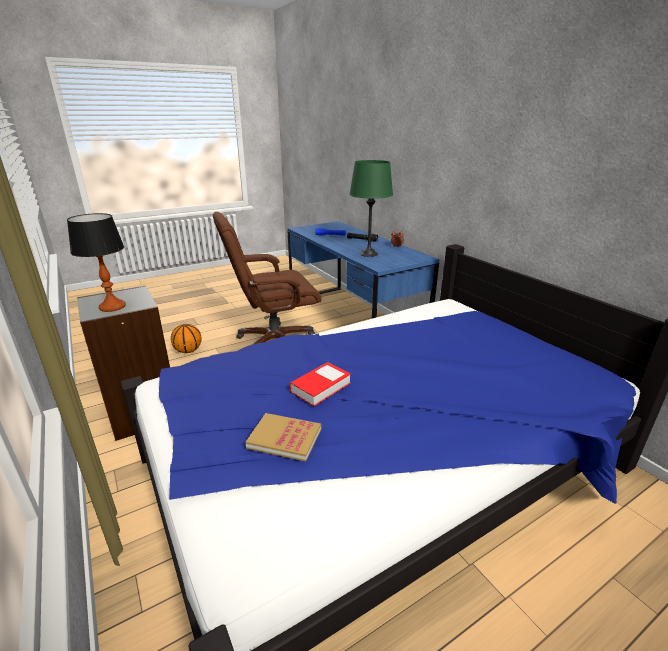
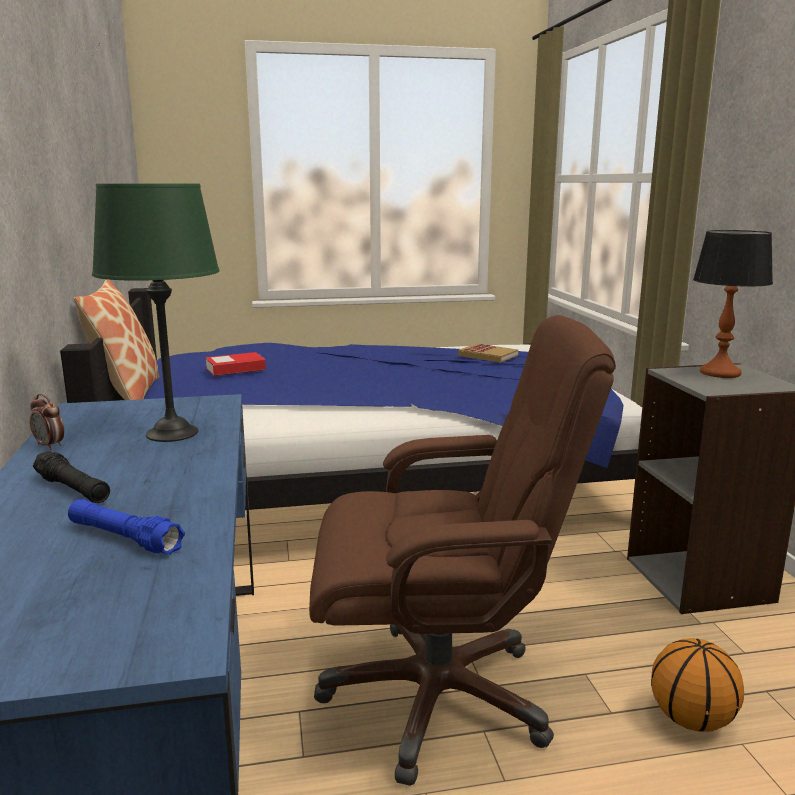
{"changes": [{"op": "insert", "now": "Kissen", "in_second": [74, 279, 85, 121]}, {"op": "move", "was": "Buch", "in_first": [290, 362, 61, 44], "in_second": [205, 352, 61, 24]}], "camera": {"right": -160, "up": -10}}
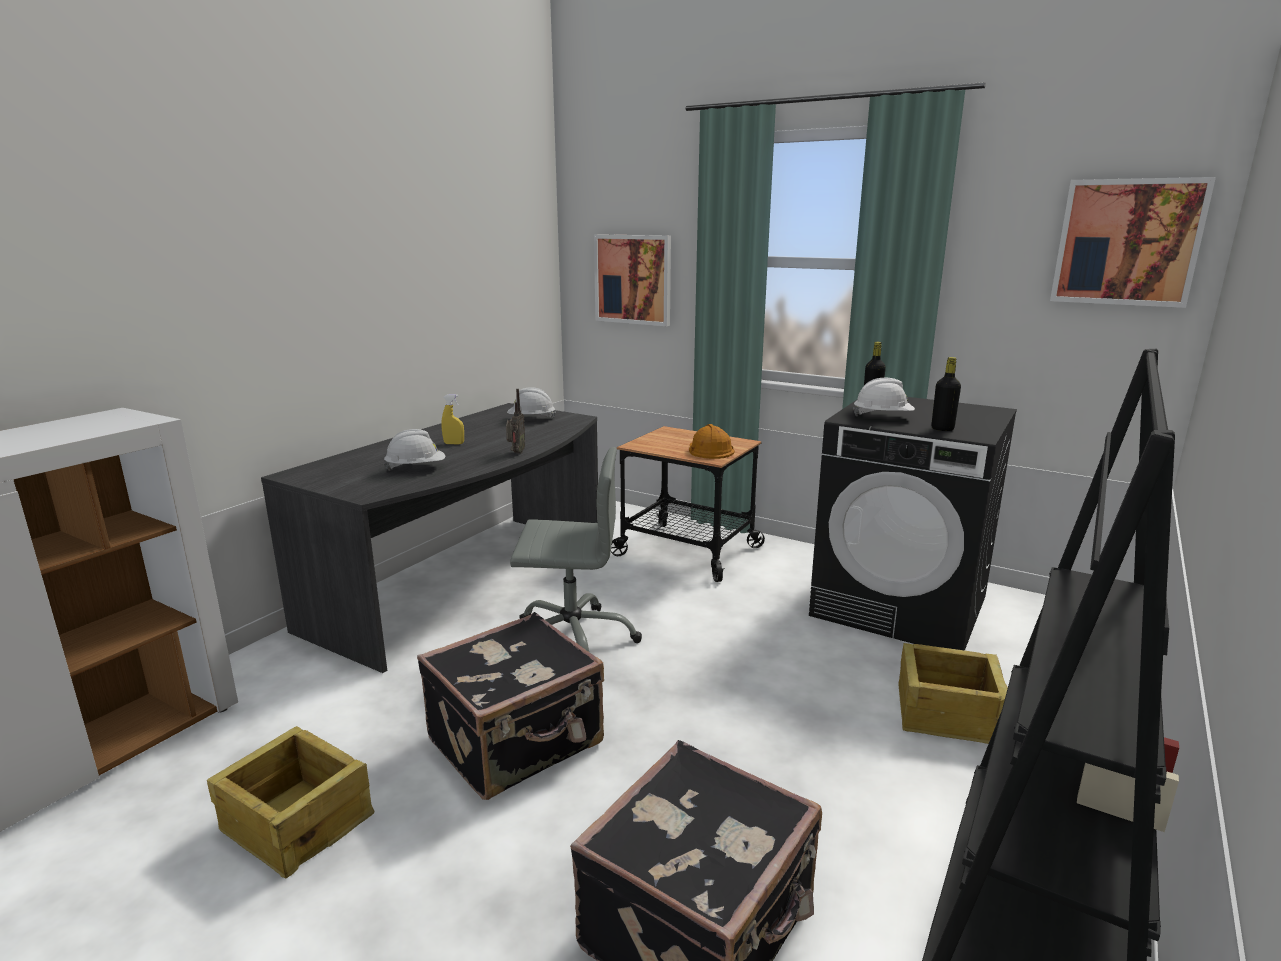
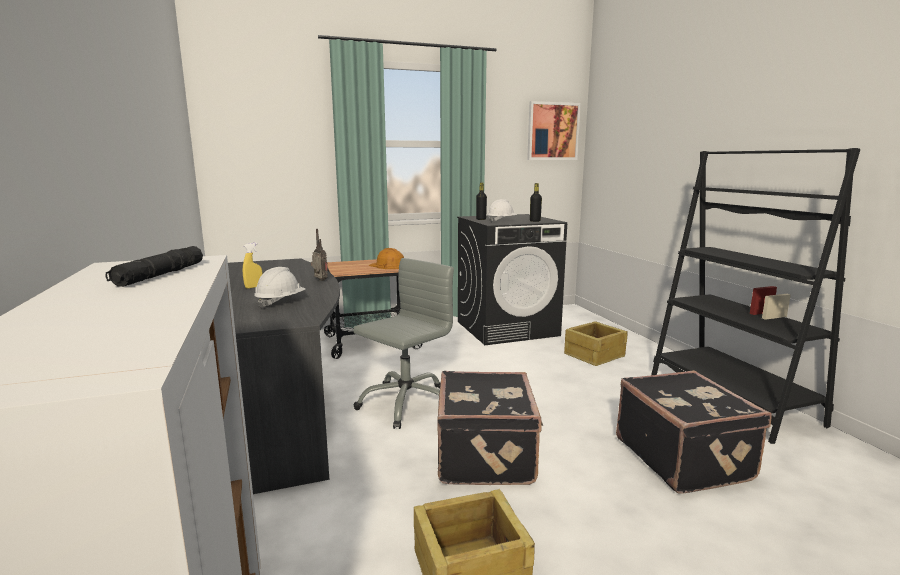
{"changes": [{"op": "insert", "now": "Taschenlampe [schwarz]", "in_second": [105, 246, 98, 41]}, {"op": "delete", "was": "Schutzhelm [weiß]", "in_first": [507, 387, 49, 32]}, {"op": "delete", "was": "Bild", "in_first": [594, 234, 77, 92]}], "camera": {"right": -50, "up": -5}}
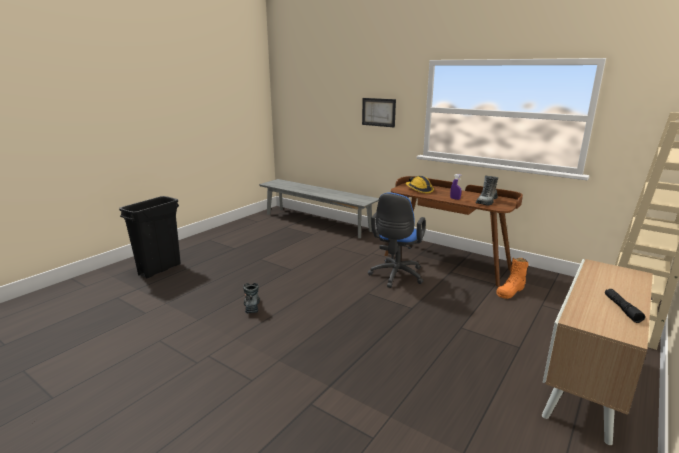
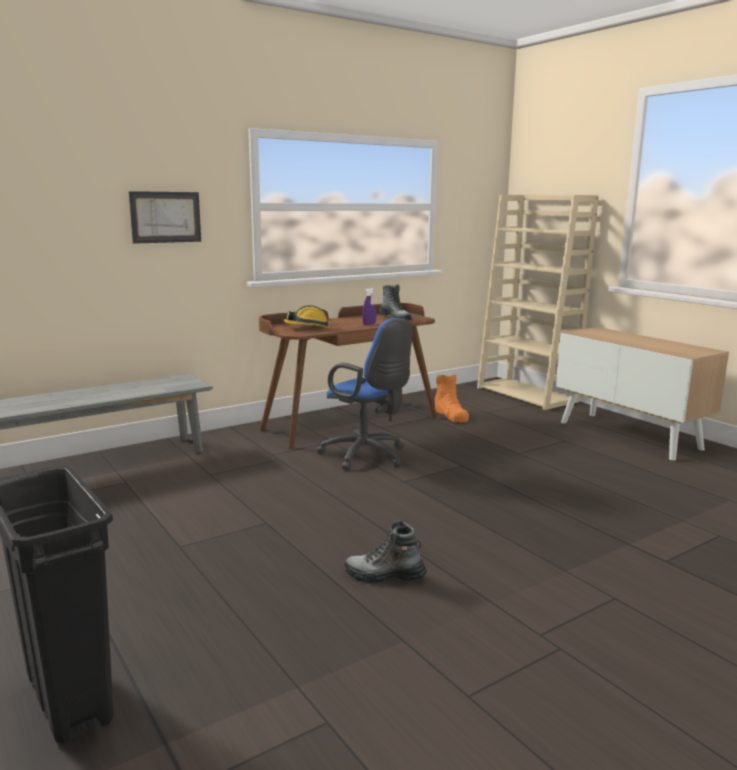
{"changes": [{"op": "delete", "was": "Taschenlampe [schwarz]", "in_first": [605, 289, 40, 34]}], "camera": {"right": -70, "up": -5}}
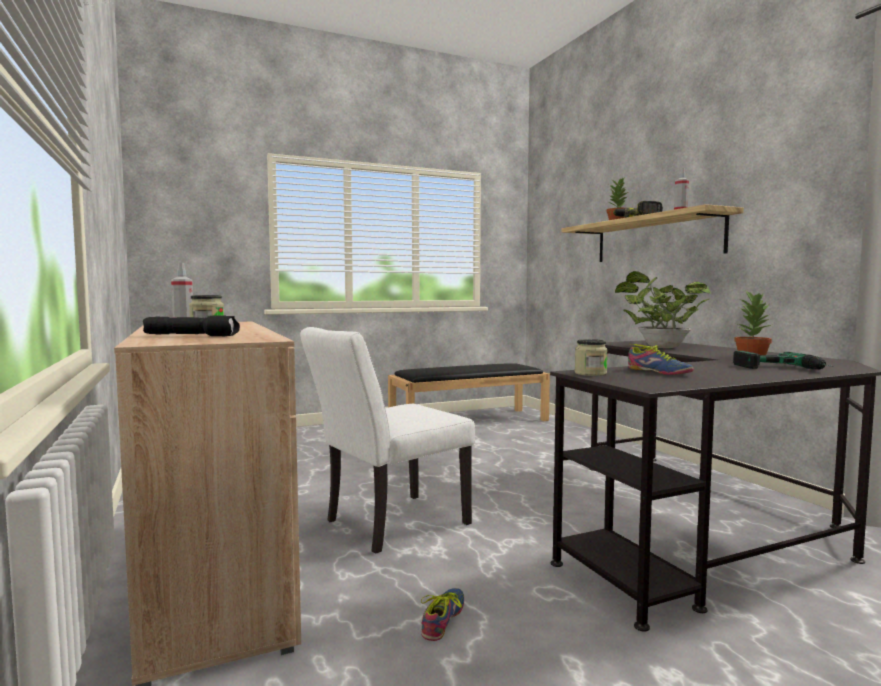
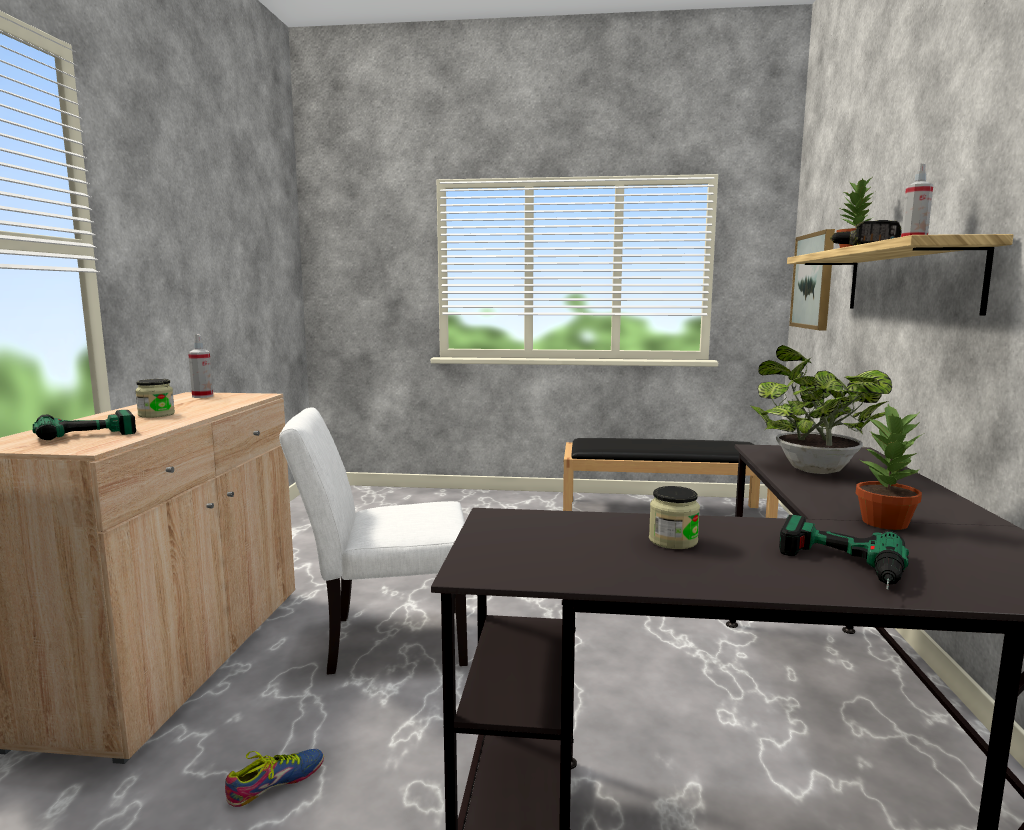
{"changes": [{"op": "replace", "was": "Taschenlampe [schwarz]", "now": "Bohrmaschine", "in_first": [143, 315, 97, 21], "in_second": [33, 410, 103, 30]}, {"op": "move", "was": "Vorratsglas", "in_first": [575, 339, 33, 37], "in_second": [649, 486, 51, 63]}, {"op": "insert", "now": "Bild", "in_second": [789, 229, 46, 101]}, {"op": "delete", "was": "Schuh", "in_first": [628, 344, 66, 31]}], "camera": {"right": 30, "up": 5}}
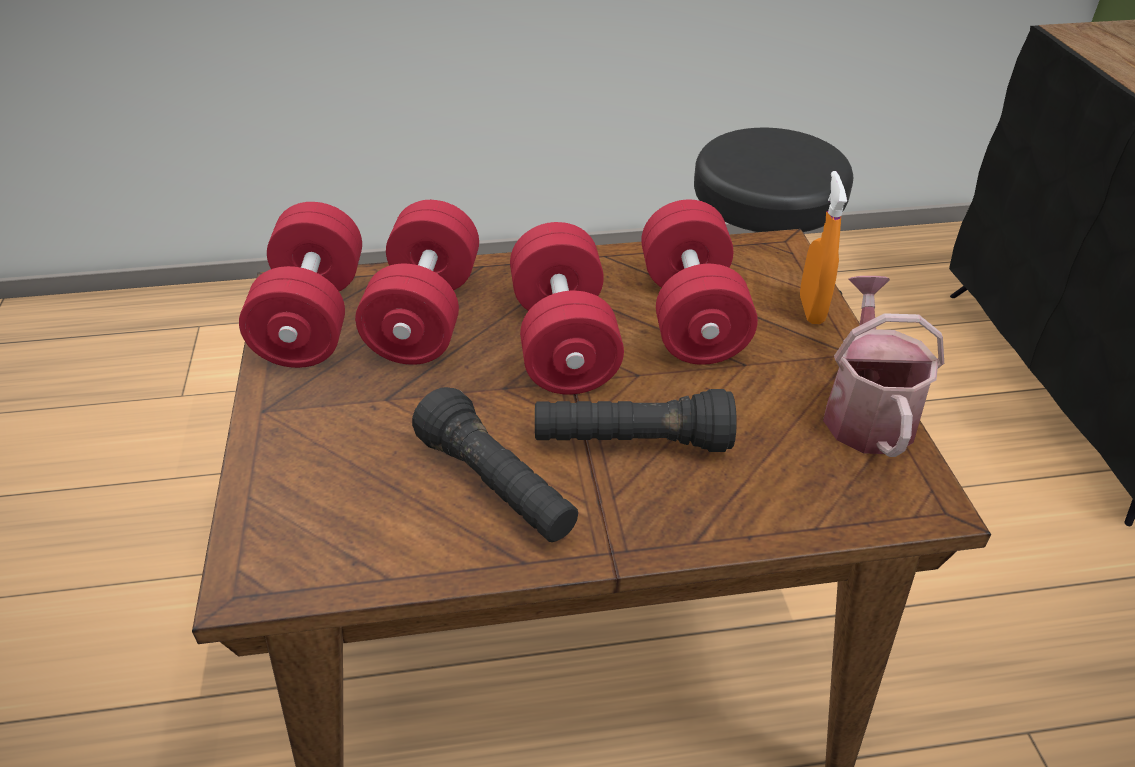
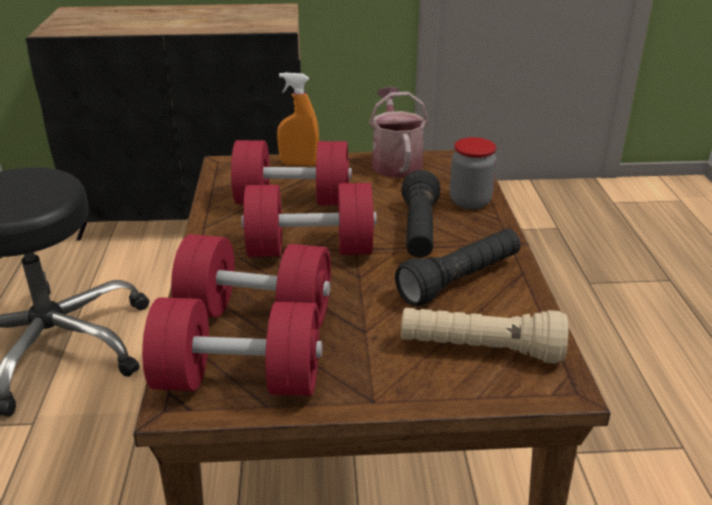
{"changes": [{"op": "rotate", "was": "Gießkanne", "in_first": [823, 276, 121, 181], "in_second": [369, 87, 59, 91], "clockwise": 75}, {"op": "insert", "now": "Taschenlampe [beige]", "in_second": [401, 308, 167, 56]}, {"op": "insert", "now": "Vorratsglas", "in_second": [450, 137, 47, 72]}], "camera": {"right": -85, "up": -10}}
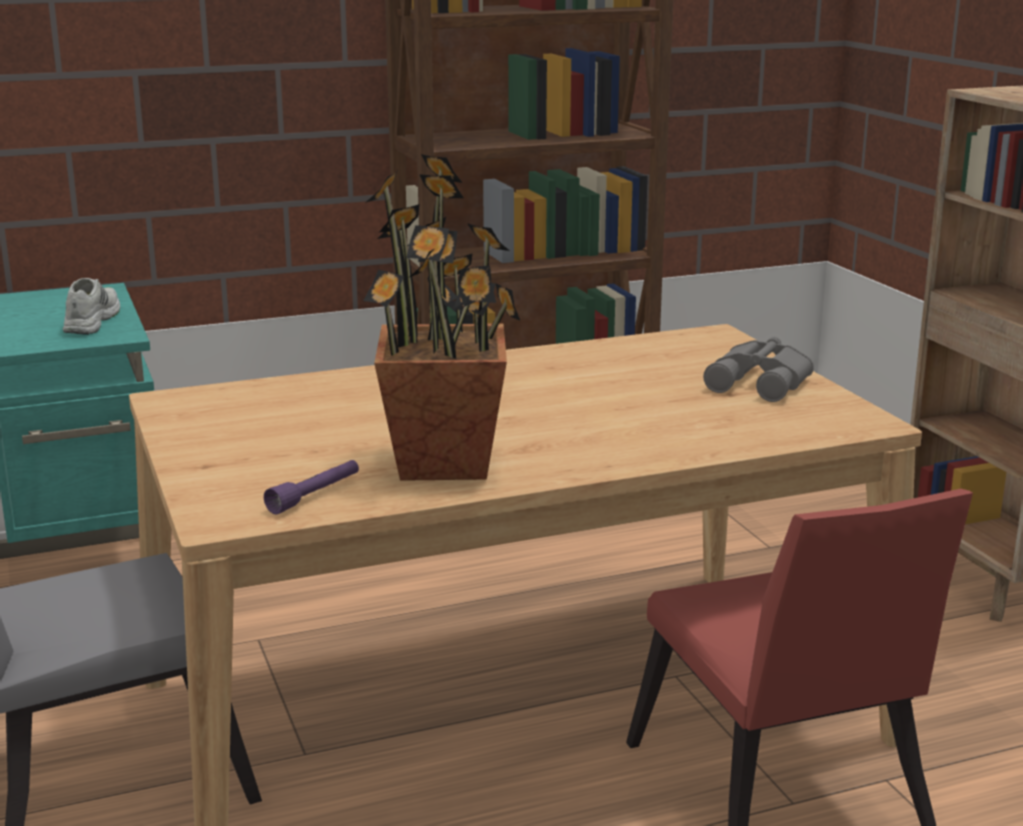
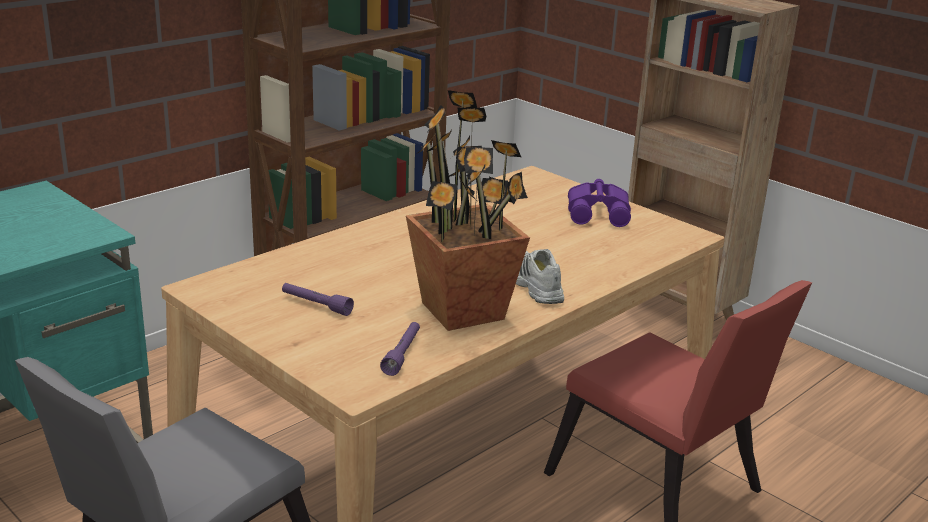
{"changes": [{"op": "insert", "now": "Taschenlampe [lila]", "in_second": [282, 283, 72, 33]}, {"op": "move", "was": "Schuh [weiß]", "in_first": [63, 278, 57, 57], "in_second": [516, 249, 48, 55]}, {"op": "recolor", "was": "Fernglas [grau]", "now": "Fernglas [lila]", "in_first": [703, 337, 111, 65], "in_second": [568, 179, 63, 48]}], "camera": {"right": -25, "up": 5}}
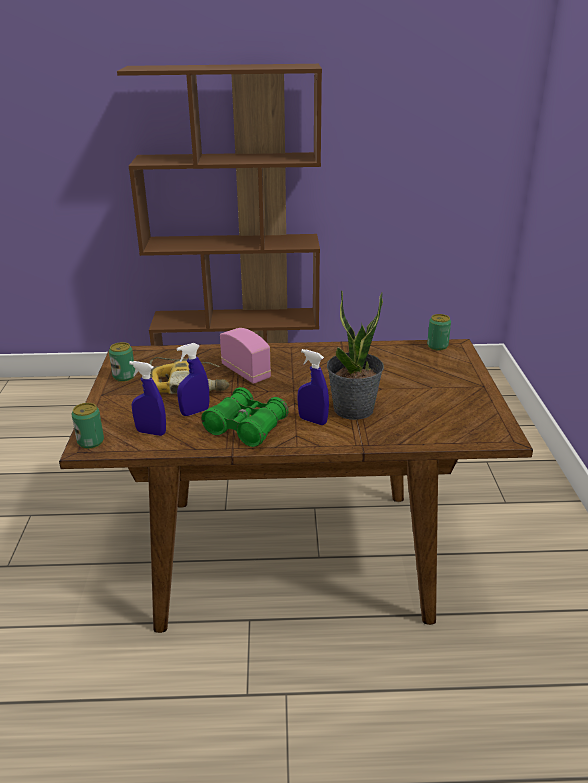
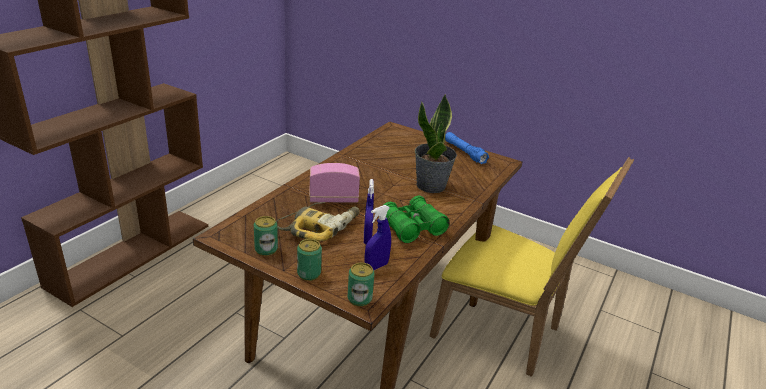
{"changes": [{"op": "move", "was": "Dose", "in_first": [427, 314, 24, 37], "in_second": [297, 239, 25, 42]}, {"op": "insert", "now": "Stuhl [gelb]", "in_second": [430, 157, 204, 220]}, {"op": "insert", "now": "Taschenlampe [blau]", "in_second": [445, 132, 44, 32]}, {"op": "delete", "was": "Sprühflasche [blau]", "in_first": [298, 349, 31, 76]}], "camera": {"right": -60, "up": 0}}
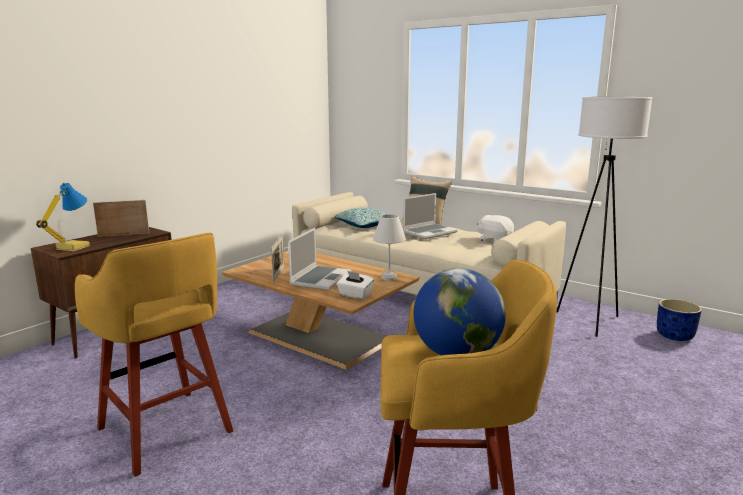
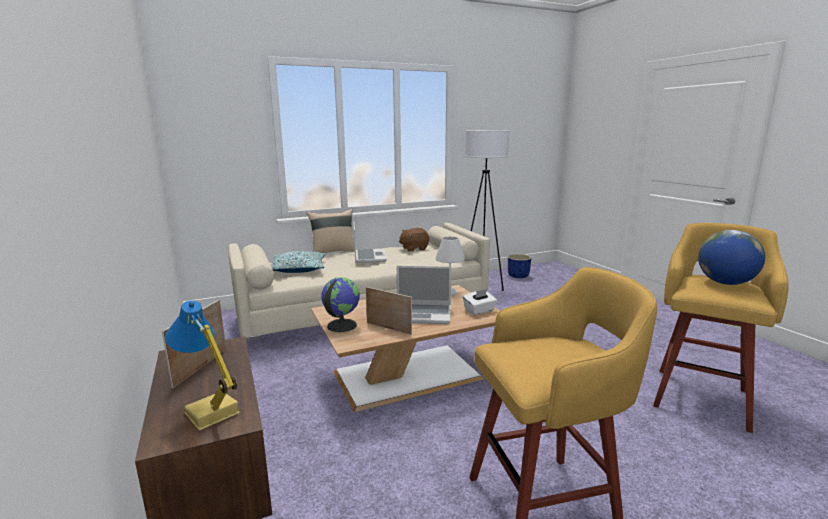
{"changes": [{"op": "insert", "now": "Globus", "in_second": [321, 277, 39, 55]}, {"op": "rotate", "was": "Laptop", "in_first": [288, 228, 64, 62], "in_second": [397, 266, 54, 58], "clockwise": 135}, {"op": "recolor", "was": "Plüschtier [weiß]", "now": "Plüschtier [braun]", "in_first": [476, 215, 38, 28], "in_second": [399, 228, 30, 24]}], "camera": {"right": -60, "up": 0}}
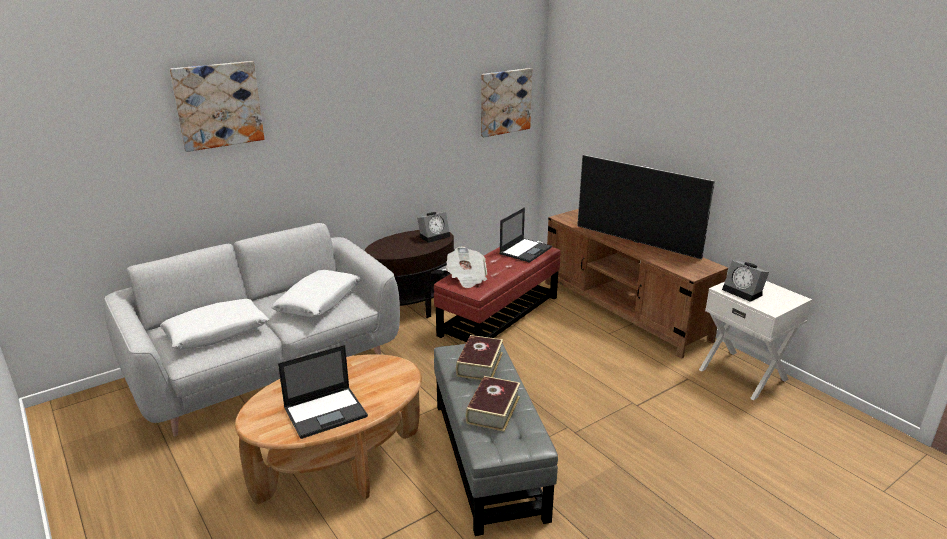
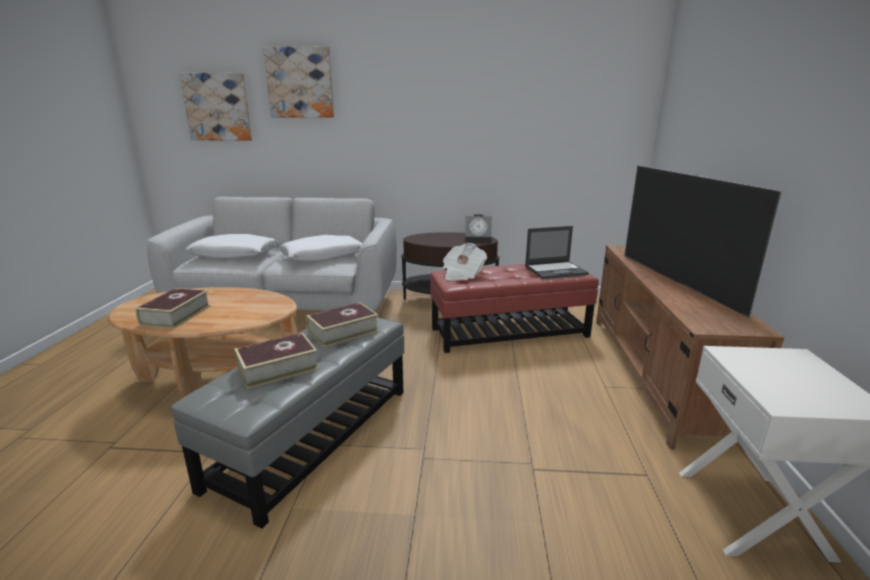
{"changes": [{"op": "replace", "was": "Laptop", "now": "Buch", "in_first": [278, 345, 90, 94], "in_second": [135, 288, 76, 41]}, {"op": "move", "was": "Bild", "in_first": [481, 68, 51, 69], "in_second": [180, 73, 72, 68]}, {"op": "delete", "was": "Wecker", "in_first": [722, 261, 47, 41]}], "camera": {"right": 40, "up": -5}}
